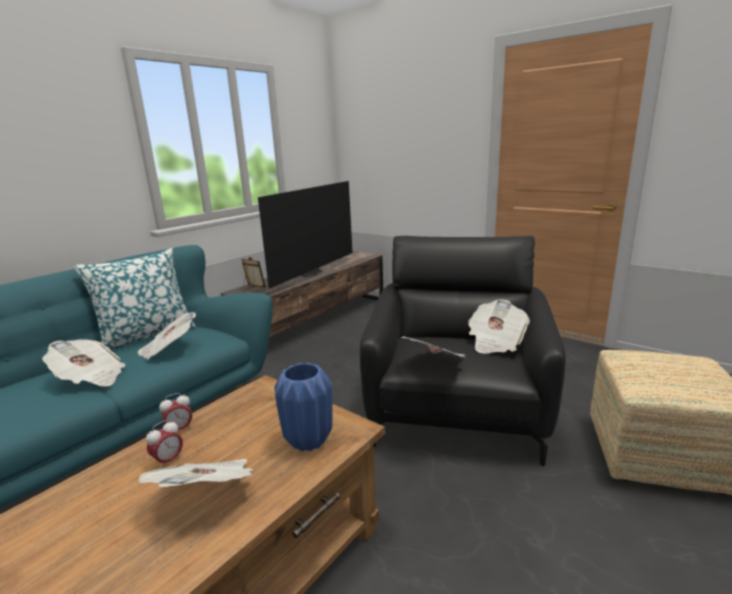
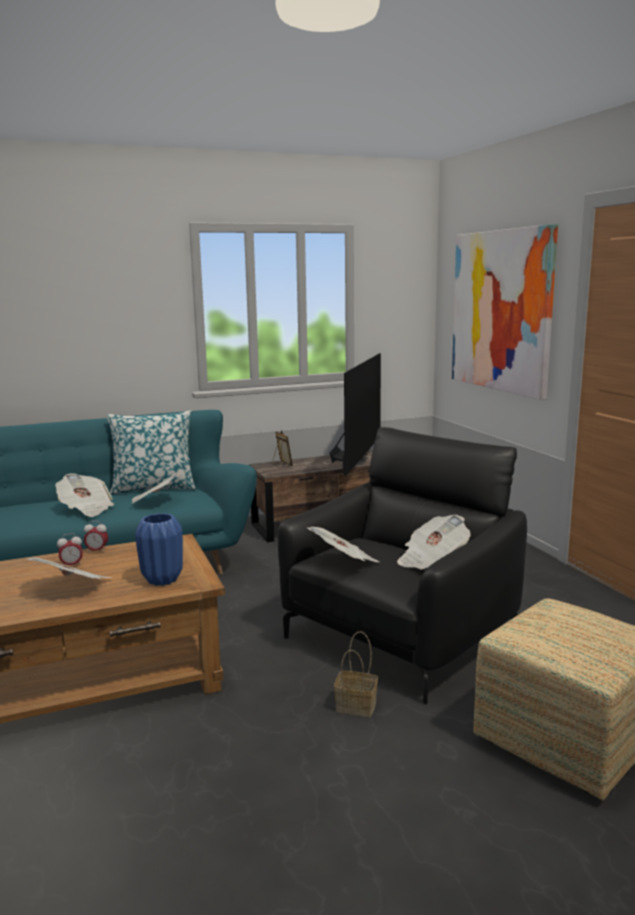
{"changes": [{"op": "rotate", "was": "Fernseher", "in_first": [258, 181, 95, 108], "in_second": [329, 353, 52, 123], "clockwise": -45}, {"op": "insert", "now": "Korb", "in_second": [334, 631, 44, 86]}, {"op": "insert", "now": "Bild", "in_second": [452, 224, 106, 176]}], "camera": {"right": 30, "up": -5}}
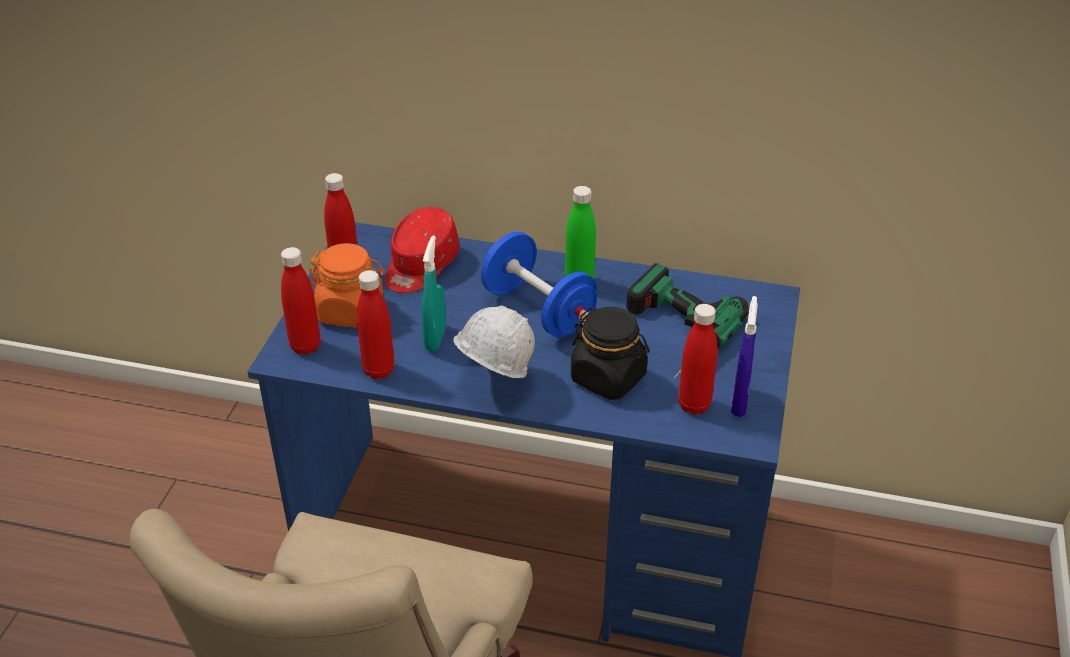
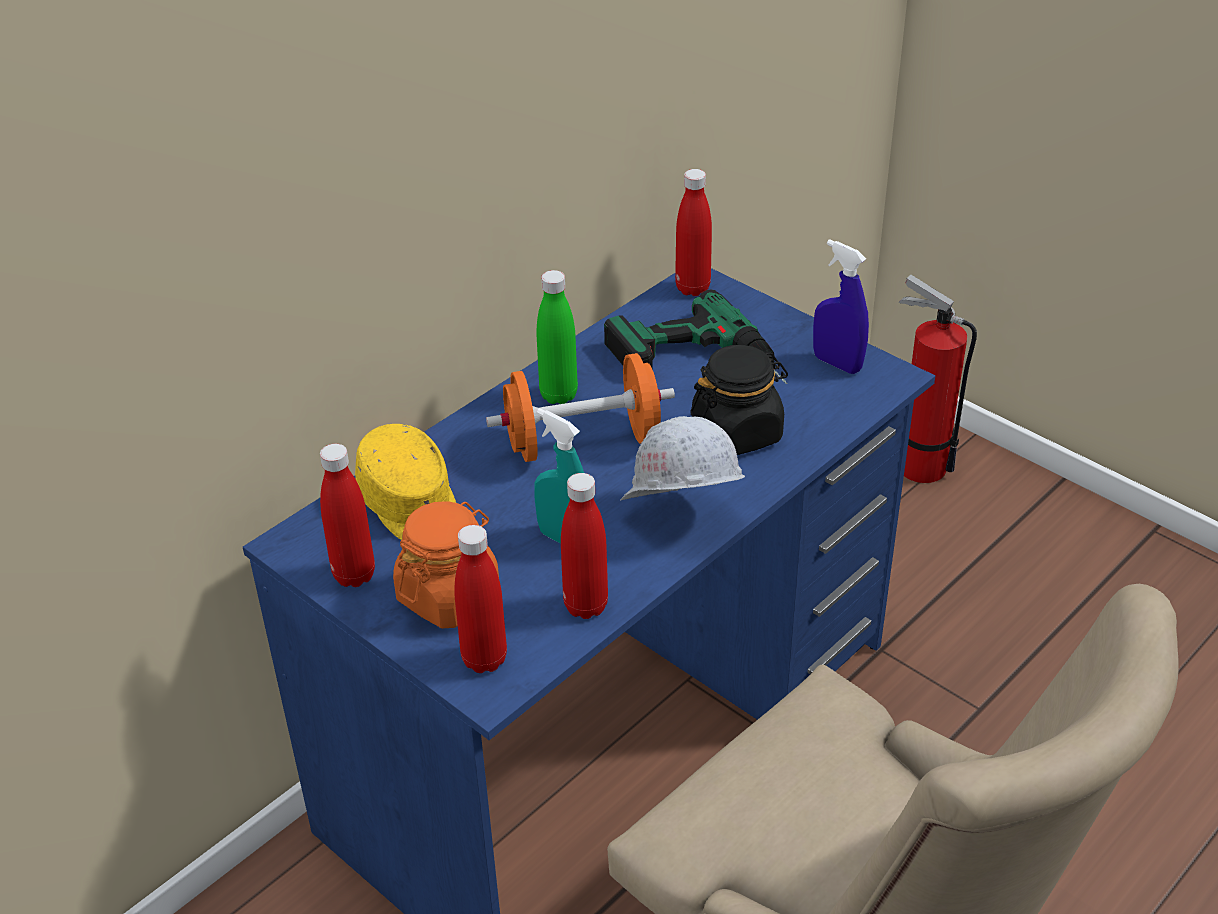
{"changes": [{"op": "recolor", "was": "Kappe [rot]", "now": "Kappe [gelb]", "in_first": [386, 207, 73, 86], "in_second": [355, 424, 101, 116]}, {"op": "recolor", "was": "Hantel [blau]", "now": "Hantel [orange]", "in_first": [481, 231, 117, 107], "in_second": [486, 353, 189, 109]}, {"op": "move", "was": "Flasche [rot]", "in_first": [678, 304, 39, 111], "in_second": [675, 169, 37, 127]}, {"op": "insert", "now": "Feuerlöscher", "in_second": [898, 275, 79, 208]}], "camera": {"right": -60, "up": 0}}
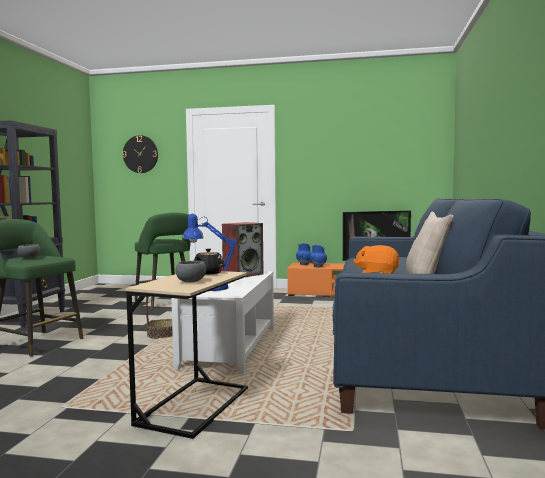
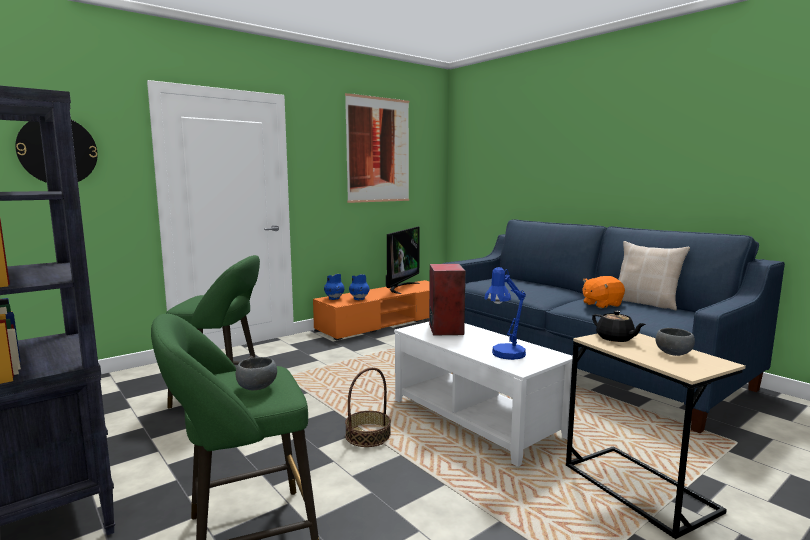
{"changes": [{"op": "insert", "now": "Bild", "in_second": [345, 93, 64, 110]}], "camera": {"right": -50, "up": 5}}
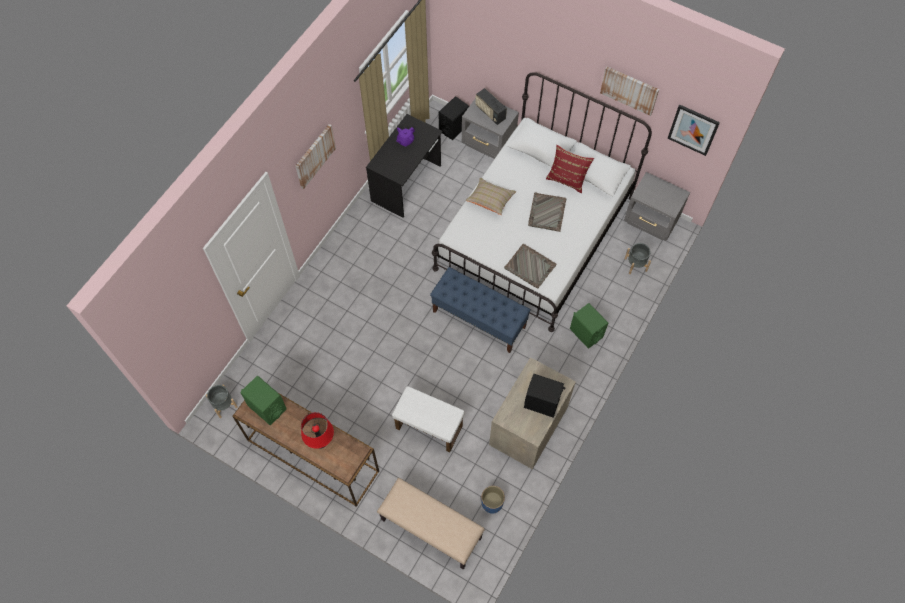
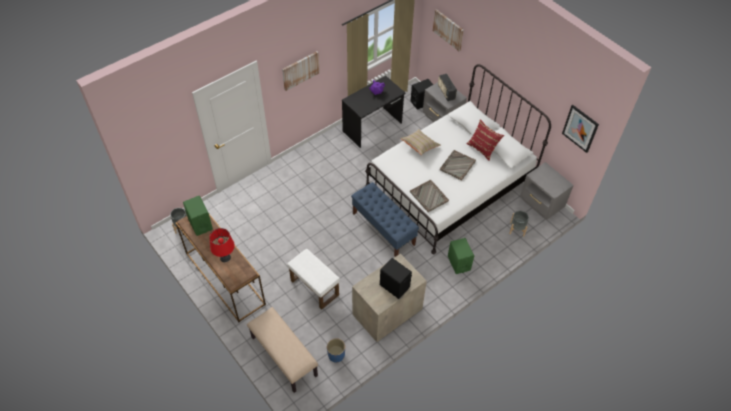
{"changes": [{"op": "move", "was": "Bild", "in_first": [600, 66, 59, 50], "in_second": [433, 9, 31, 42]}], "camera": {"right": 20, "up": -10}}
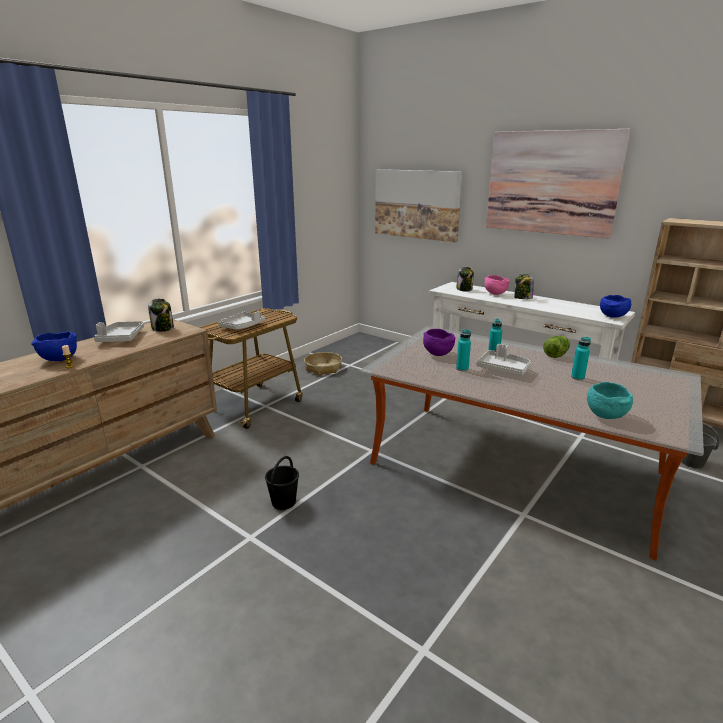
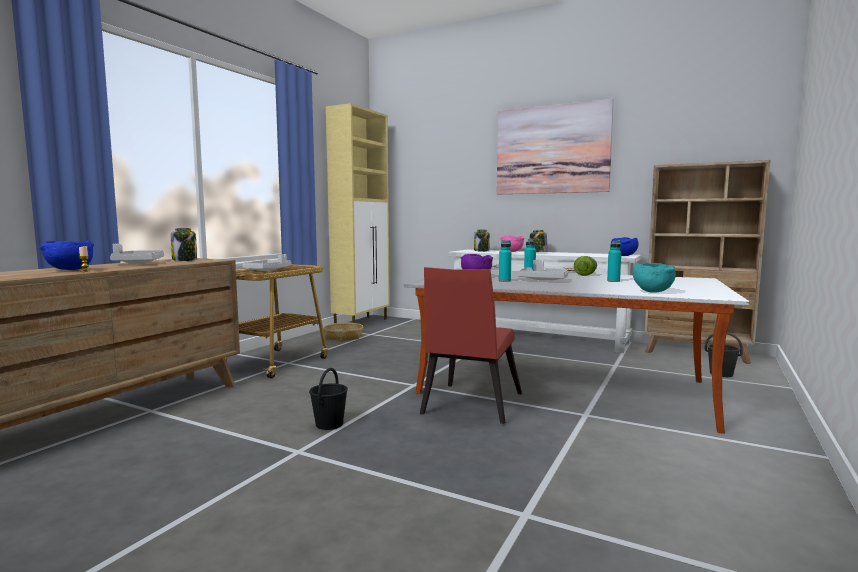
{"changes": [{"op": "insert", "now": "Schrank [beige]", "in_second": [326, 103, 64, 220]}, {"op": "insert", "now": "Stuhl [rot]", "in_second": [420, 267, 102, 157]}, {"op": "delete", "was": "Bild", "in_first": [375, 169, 88, 73]}], "camera": {"right": -10, "up": -15}}
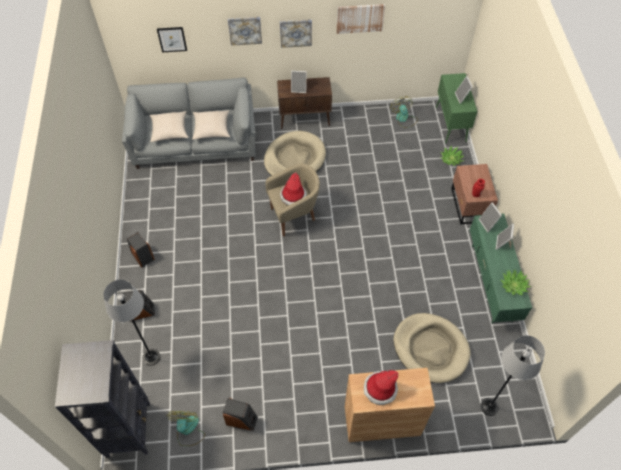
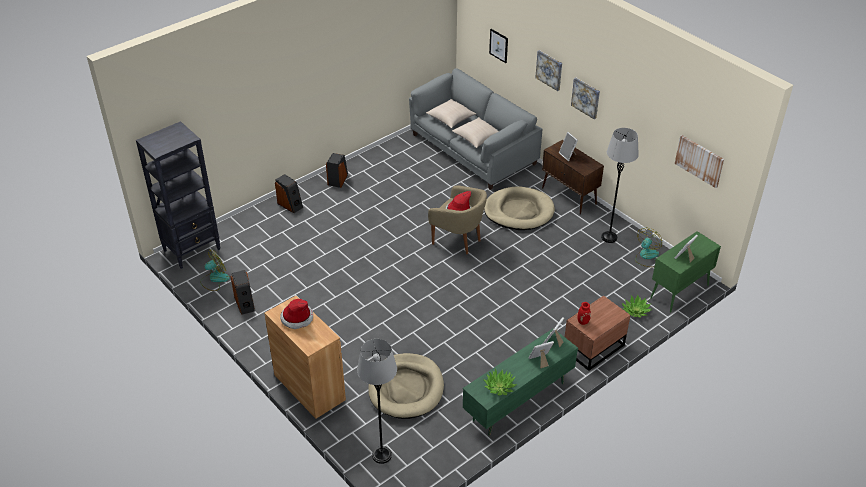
{"changes": [{"op": "move", "was": "Stehlampe [grau]", "in_first": [103, 280, 57, 86], "in_second": [601, 128, 38, 115]}, {"op": "move", "was": "Bild", "in_first": [337, 4, 48, 30], "in_second": [675, 135, 49, 53]}], "camera": {"right": 55, "up": -15}}
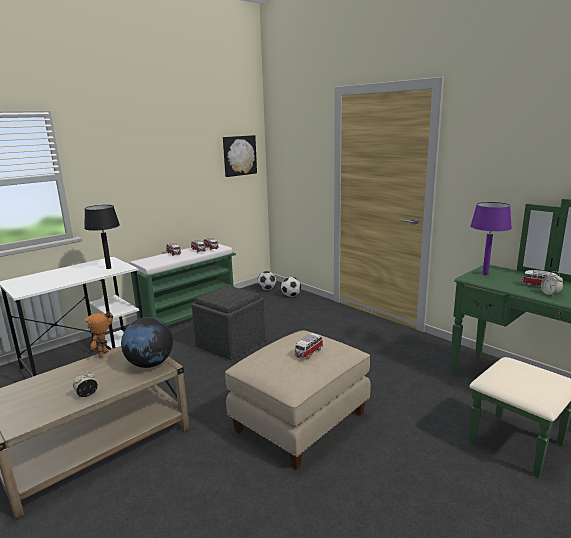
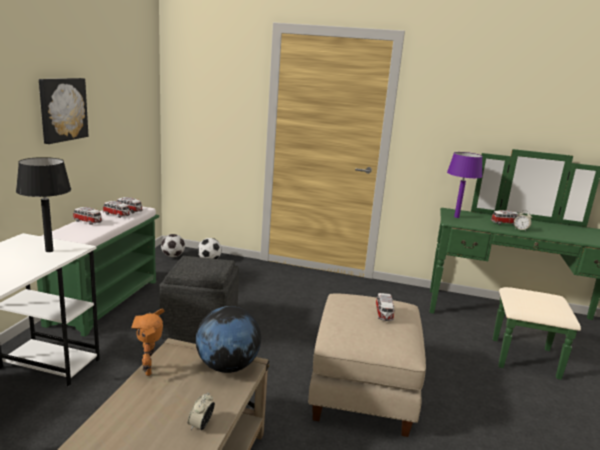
{"changes": [{"op": "move", "was": "Bild", "in_first": [223, 135, 34, 42], "in_second": [39, 78, 49, 66]}], "camera": {"right": -35, "up": 0}}
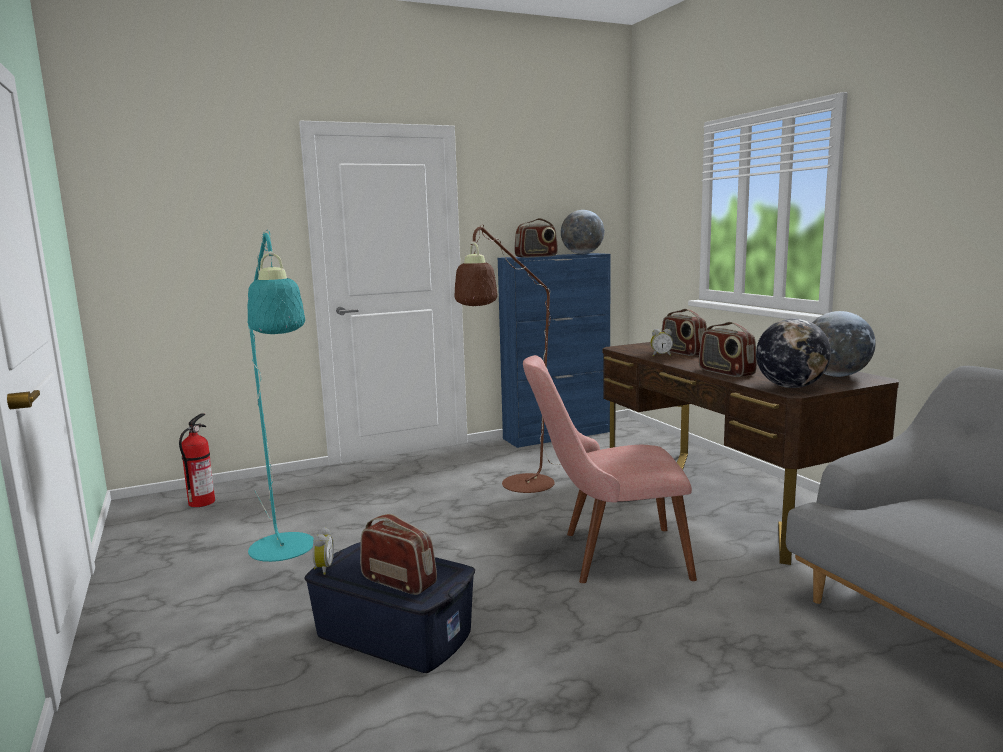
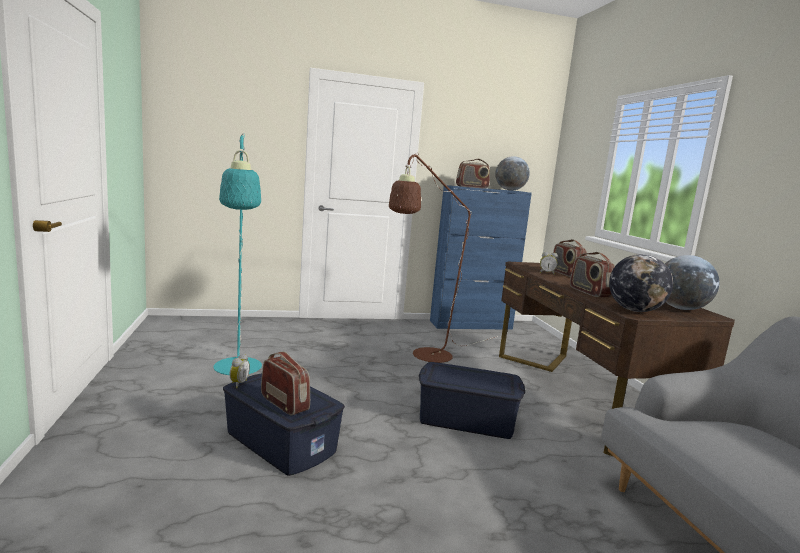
{"changes": [{"op": "replace", "was": "Stuhl [rosa]", "now": "Aufbewahrungsbox [blau]", "in_first": [523, 355, 174, 228], "in_second": [419, 362, 106, 77]}, {"op": "delete", "was": "Feuerlöscher", "in_first": [179, 413, 36, 94]}], "camera": {"right": 10, "up": 0}}
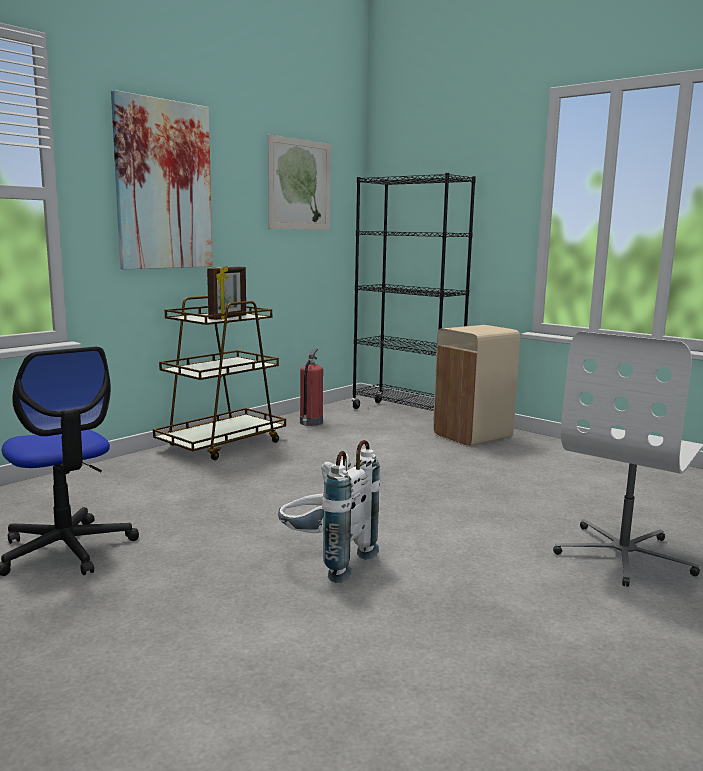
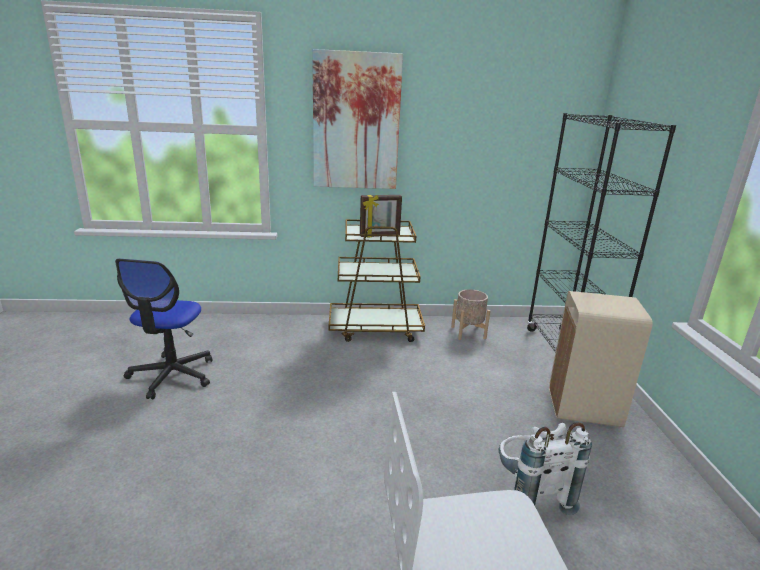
{"changes": [{"op": "replace", "was": "Feuerlöscher", "now": "Pflanzkübel [beige]", "in_first": [300, 348, 23, 78], "in_second": [451, 289, 39, 51]}, {"op": "move", "was": "Rucksack [weiß]", "in_first": [278, 440, 102, 143], "in_second": [498, 422, 94, 93]}, {"op": "delete", "was": "Bild", "in_first": [268, 135, 63, 95]}], "camera": {"right": 45, "up": 10}}
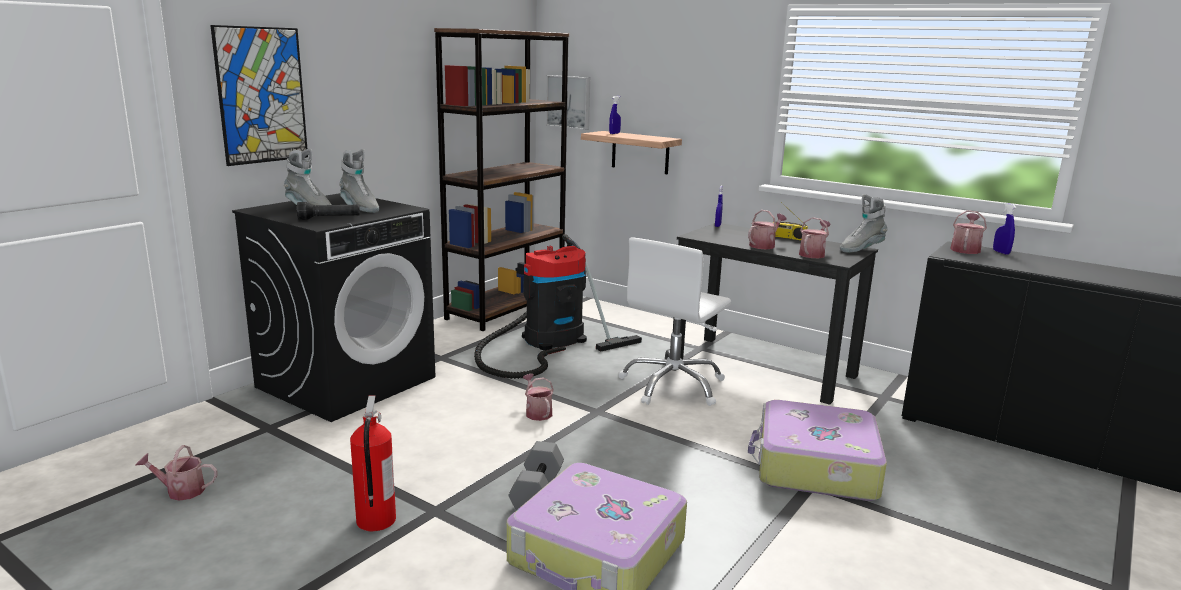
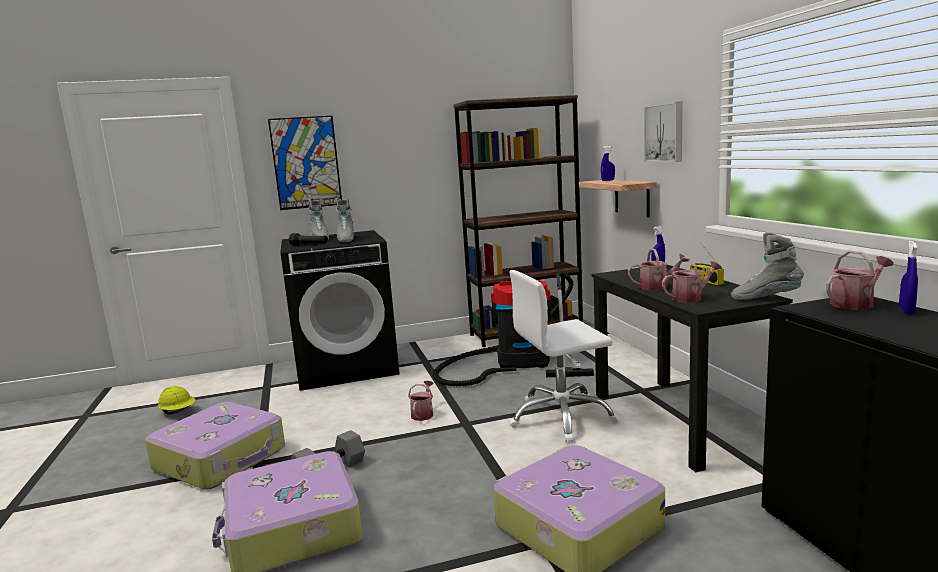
{"changes": [{"op": "replace", "was": "Feuerlöscher", "now": "Koffer", "in_first": [350, 395, 46, 136], "in_second": [145, 402, 140, 88]}, {"op": "replace", "was": "Gießkanne", "now": "Schutzhelm [gelb]", "in_first": [135, 445, 83, 56], "in_second": [158, 386, 37, 29]}, {"op": "move", "was": "Bild", "in_first": [546, 75, 44, 55], "in_second": [644, 102, 39, 60]}], "camera": {"right": 40, "up": -5}}
